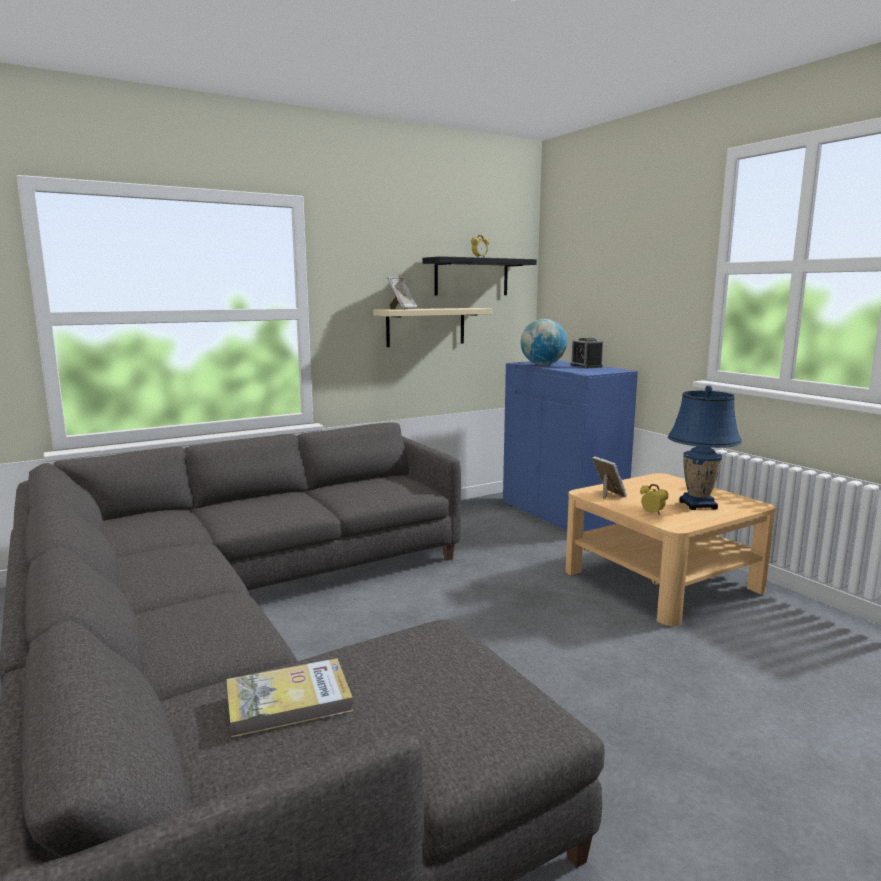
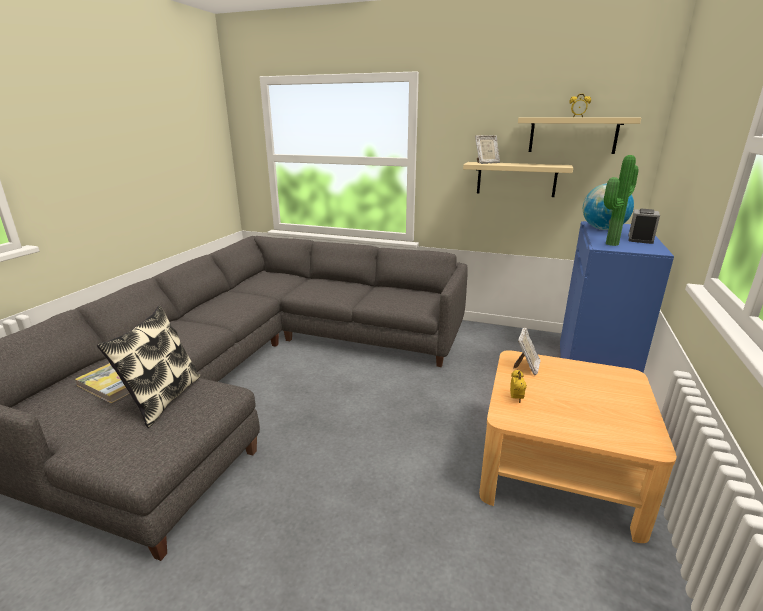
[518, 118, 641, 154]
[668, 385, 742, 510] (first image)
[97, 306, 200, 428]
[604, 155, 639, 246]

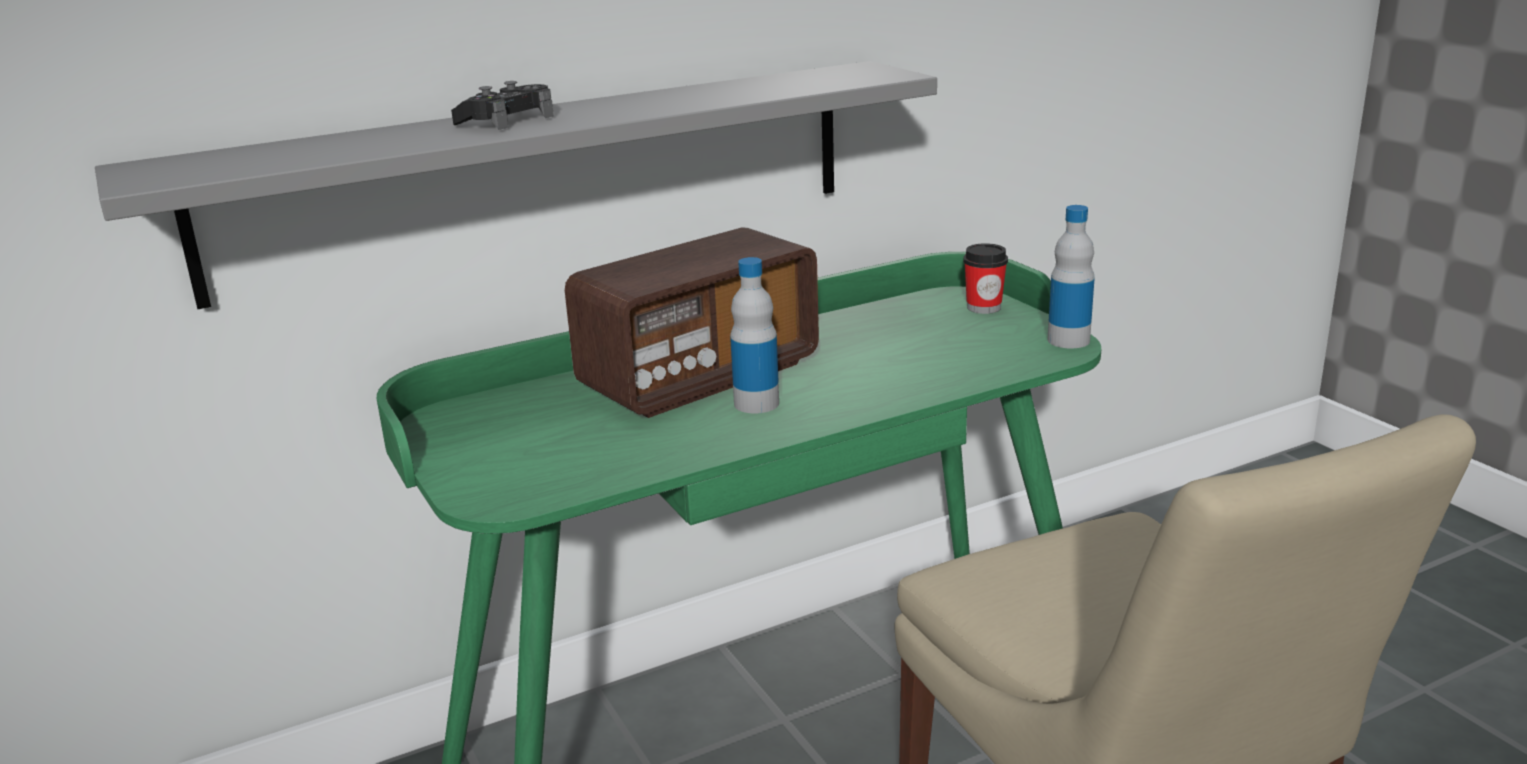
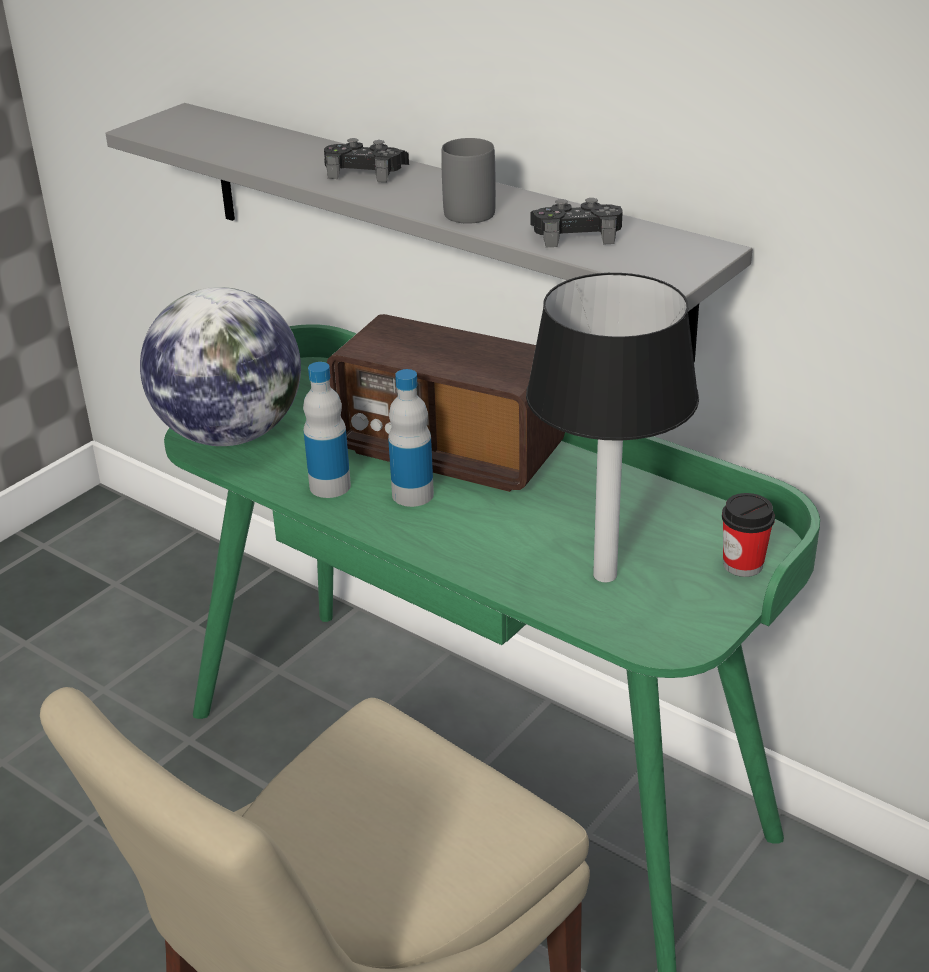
[303, 362, 351, 498]
[140, 287, 301, 446]
[441, 138, 496, 224]
[526, 273, 699, 582]
[530, 198, 623, 247]

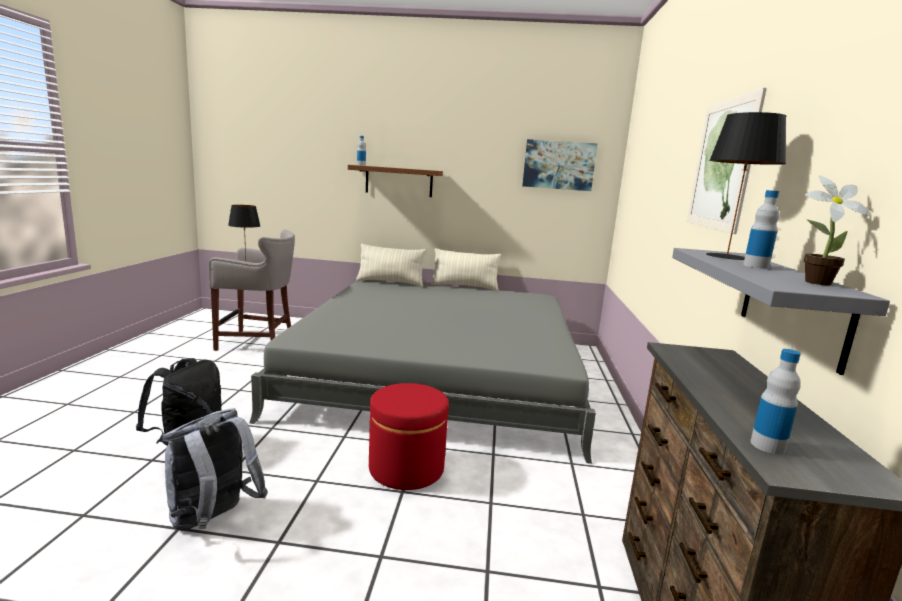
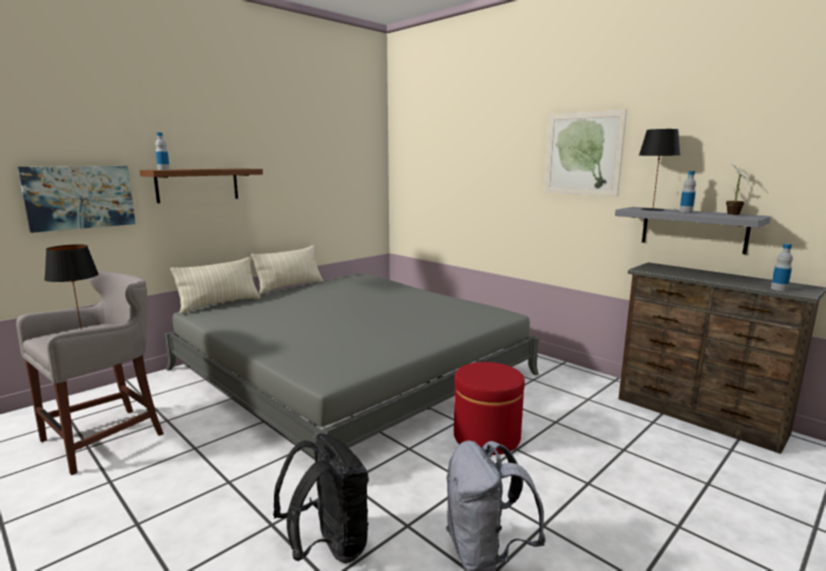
[18, 166, 136, 233]

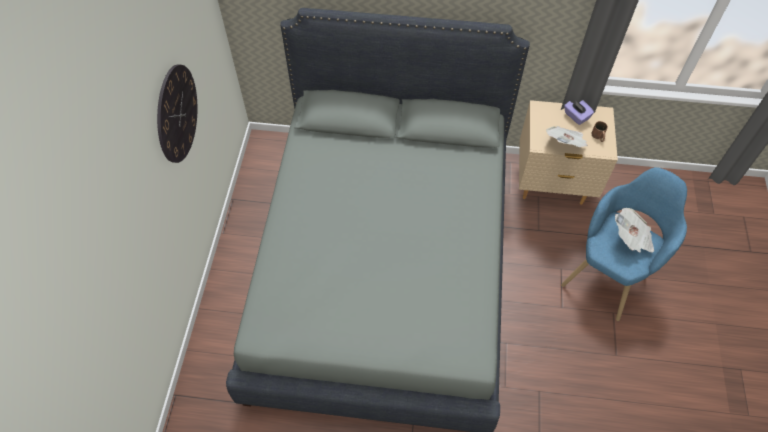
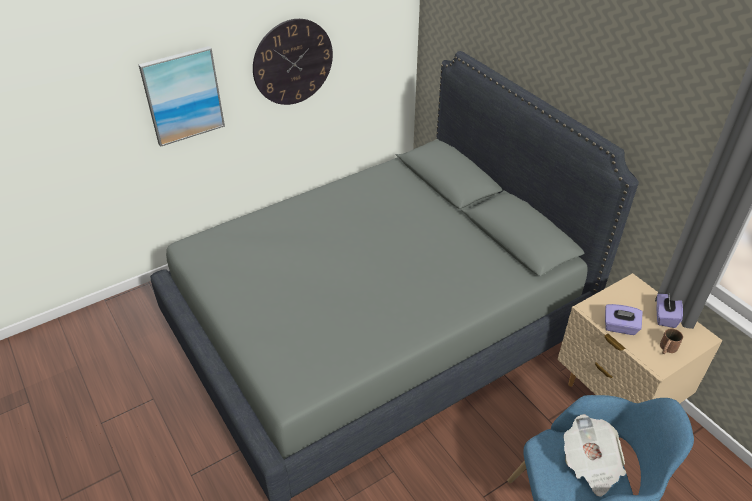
[605, 304, 643, 335]
[138, 46, 225, 147]

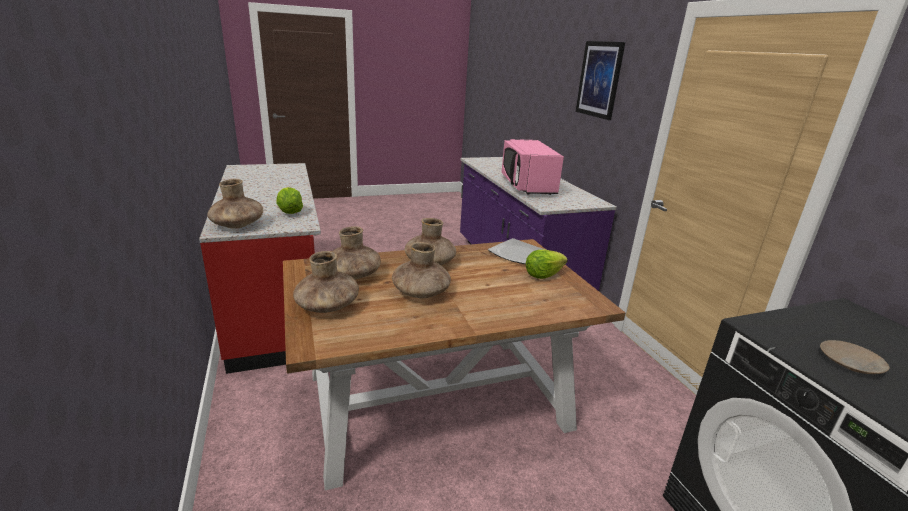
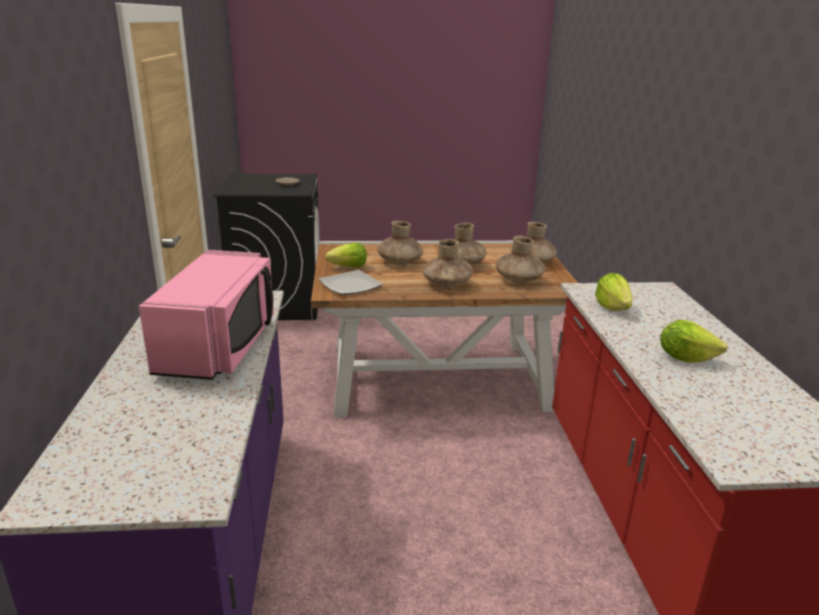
[377, 221, 423, 265]
[575, 41, 625, 120] (first image)
[660, 320, 728, 363]

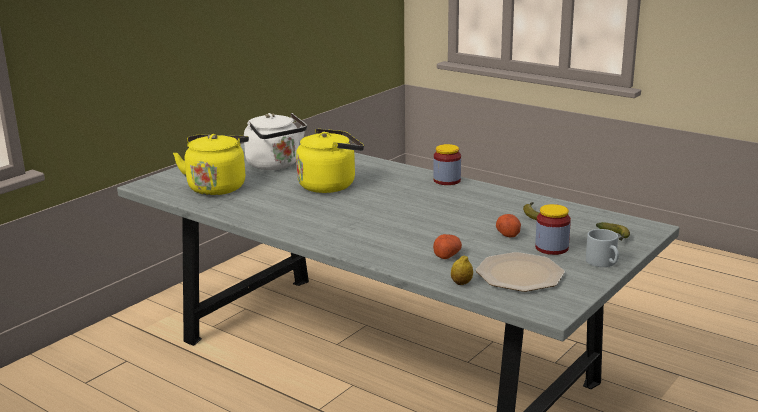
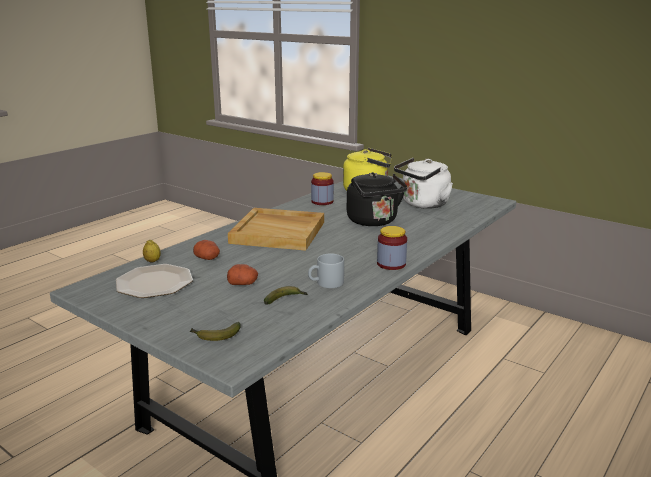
[347, 172, 407, 226]
[311, 172, 334, 205]
[308, 254, 344, 288]
[228, 208, 324, 251]

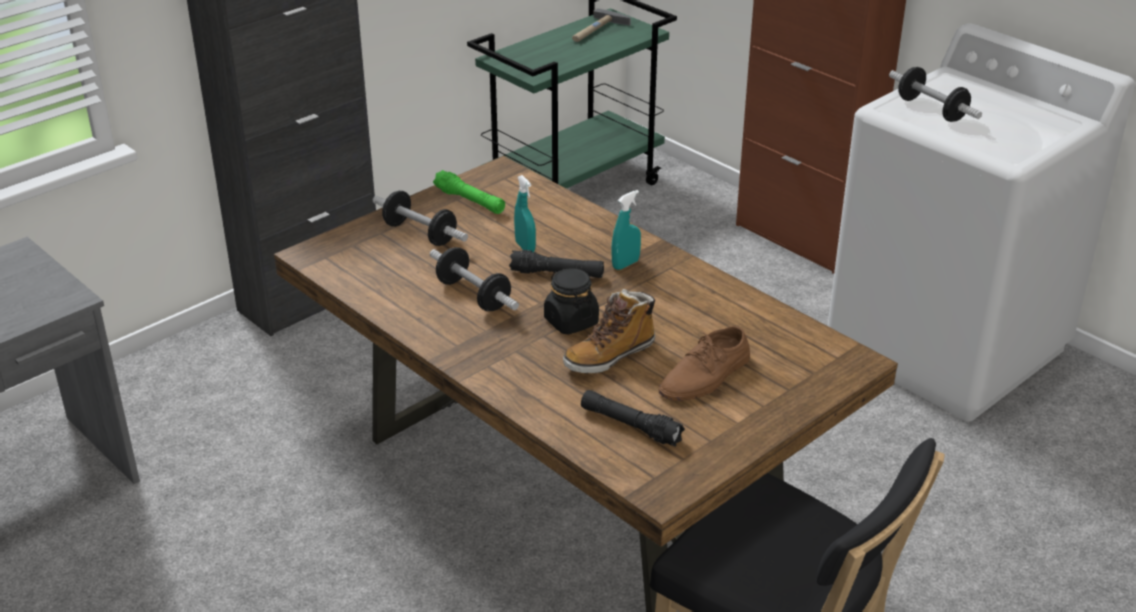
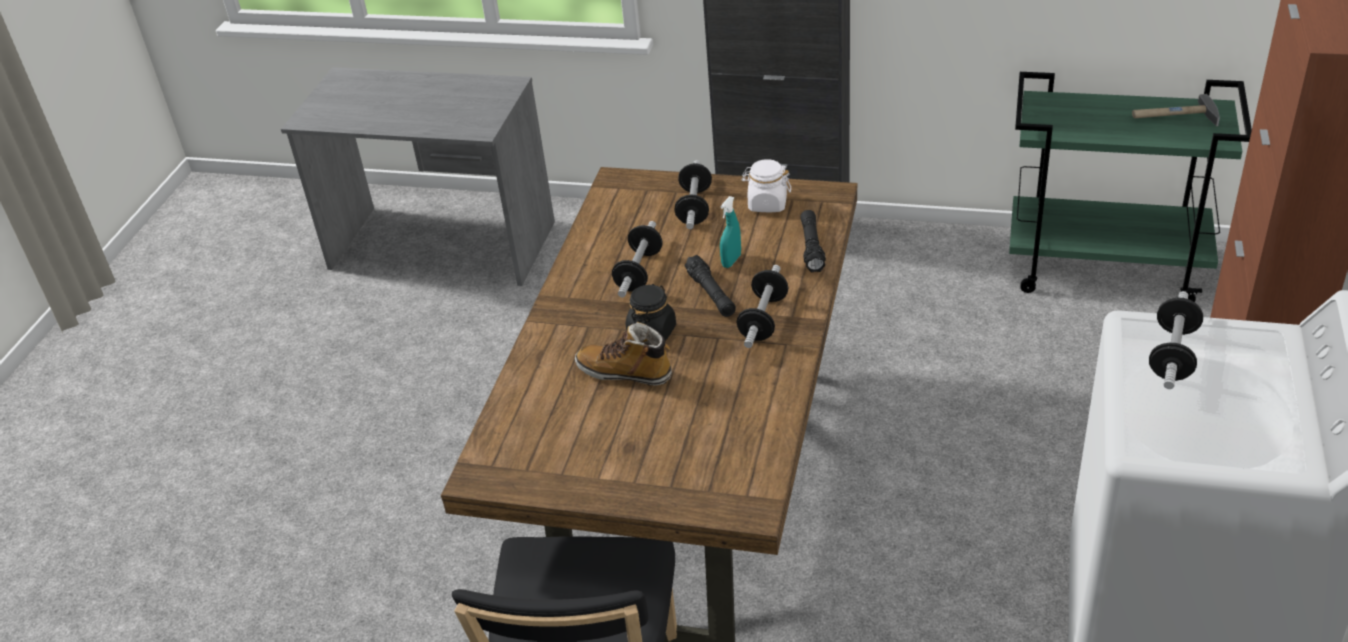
[741, 159, 791, 212]
[800, 210, 826, 273]
[737, 265, 789, 348]
[658, 326, 750, 401] (first image)

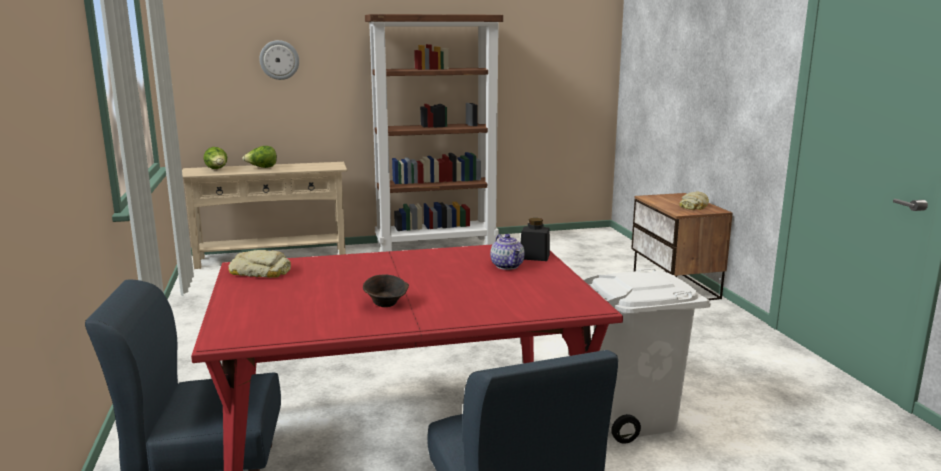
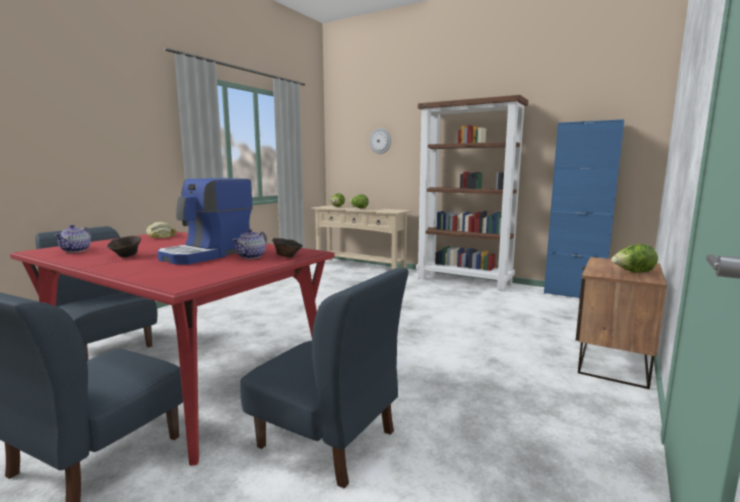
[272, 238, 303, 258]
[240, 268, 408, 489]
[611, 244, 658, 273]
[55, 225, 91, 253]
[157, 178, 253, 265]
[544, 119, 624, 298]

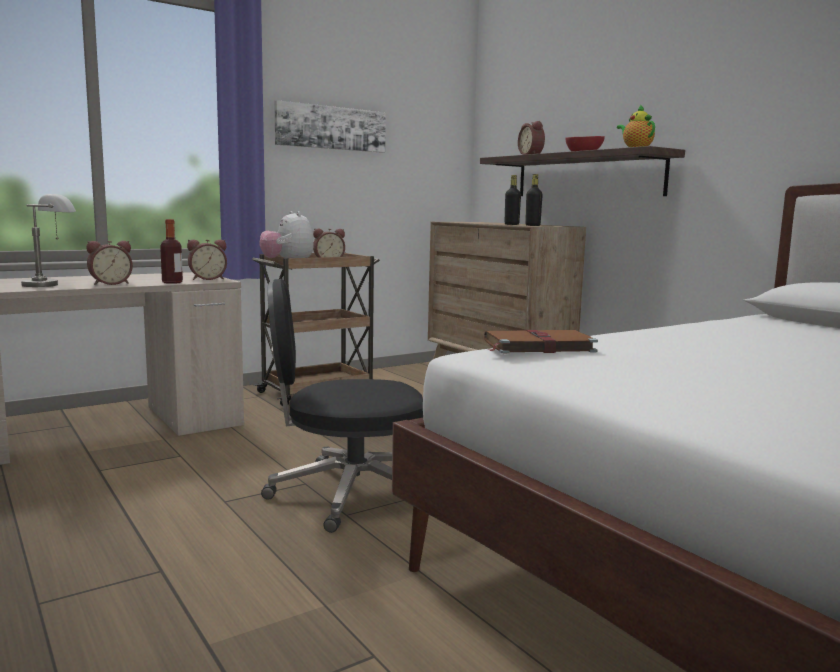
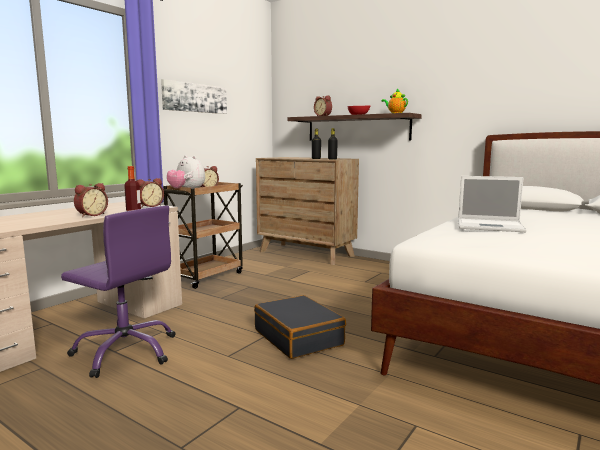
[21, 194, 76, 287] (first image)
[254, 295, 346, 359]
[484, 330, 598, 354] (first image)
[61, 206, 176, 378]
[458, 176, 526, 232]

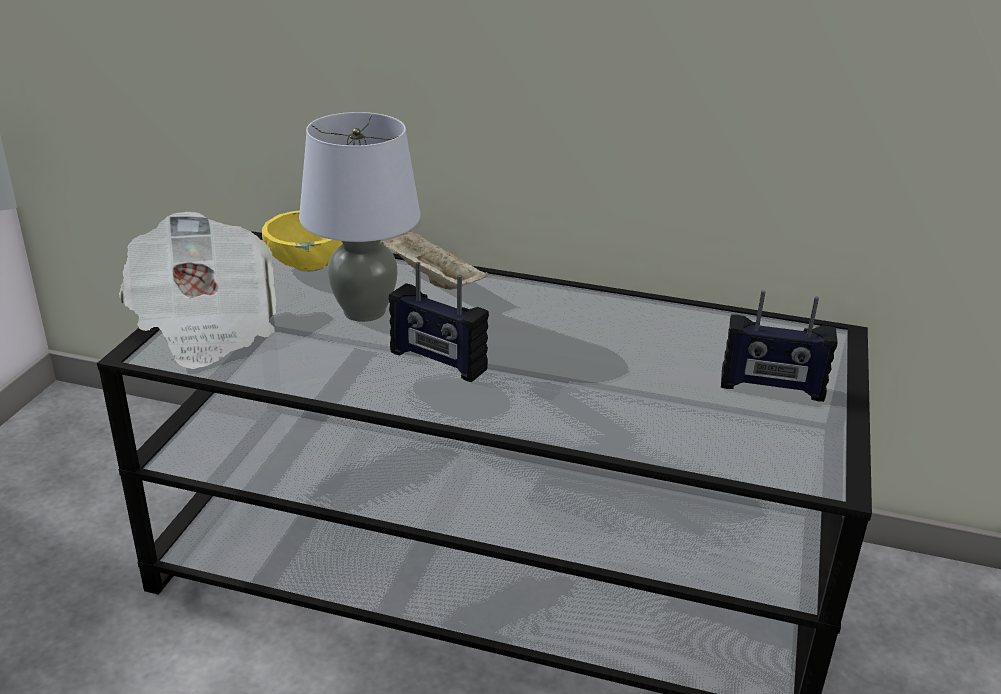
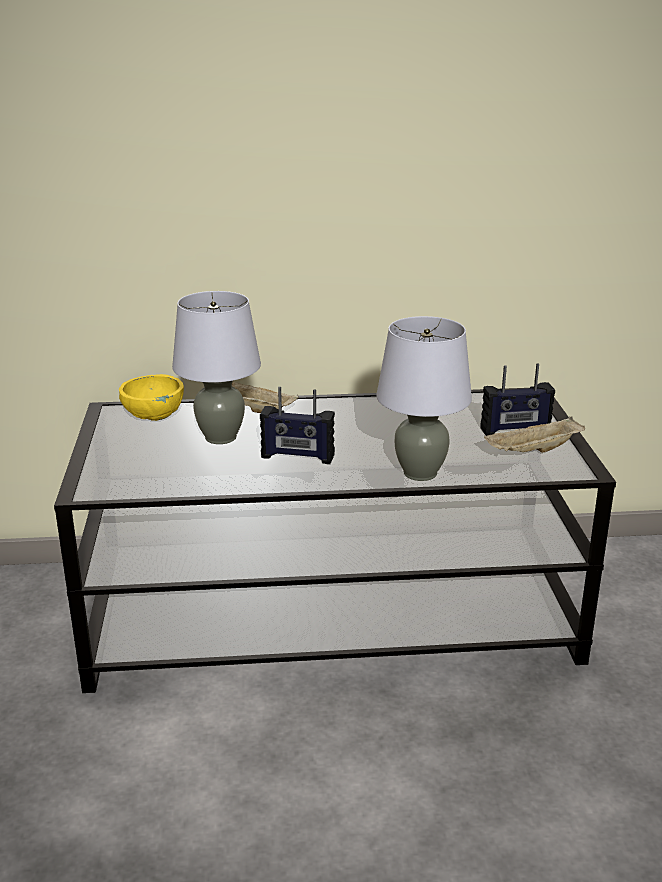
[119, 212, 276, 369] (first image)
[376, 316, 472, 481]
[484, 416, 585, 453]

